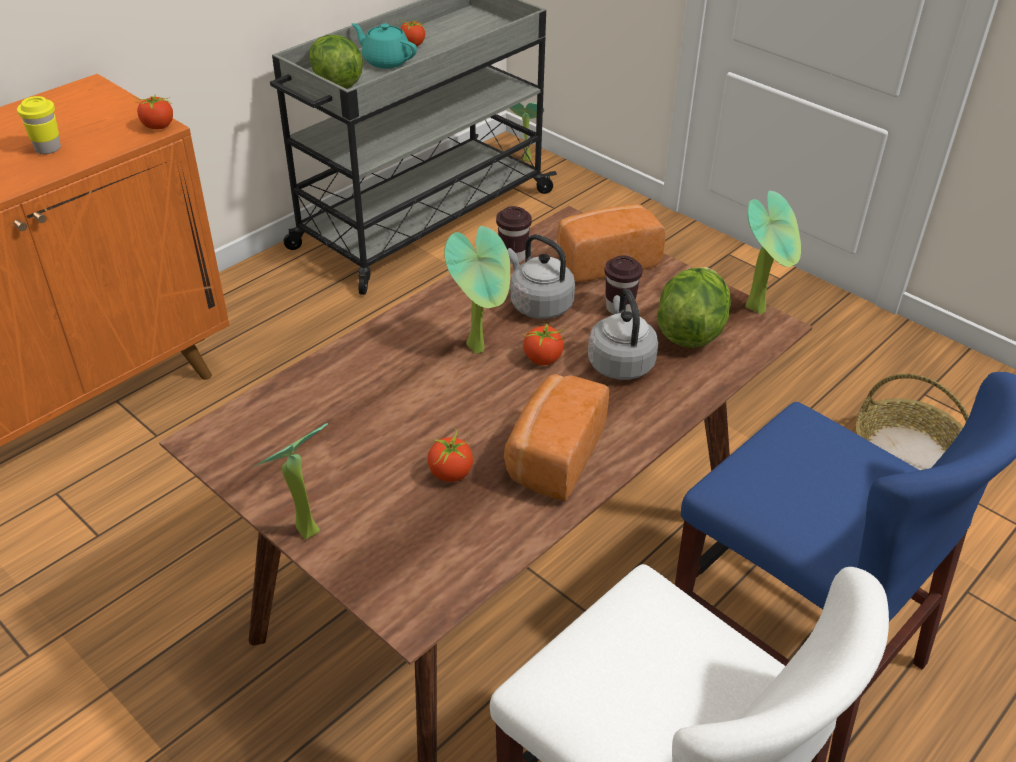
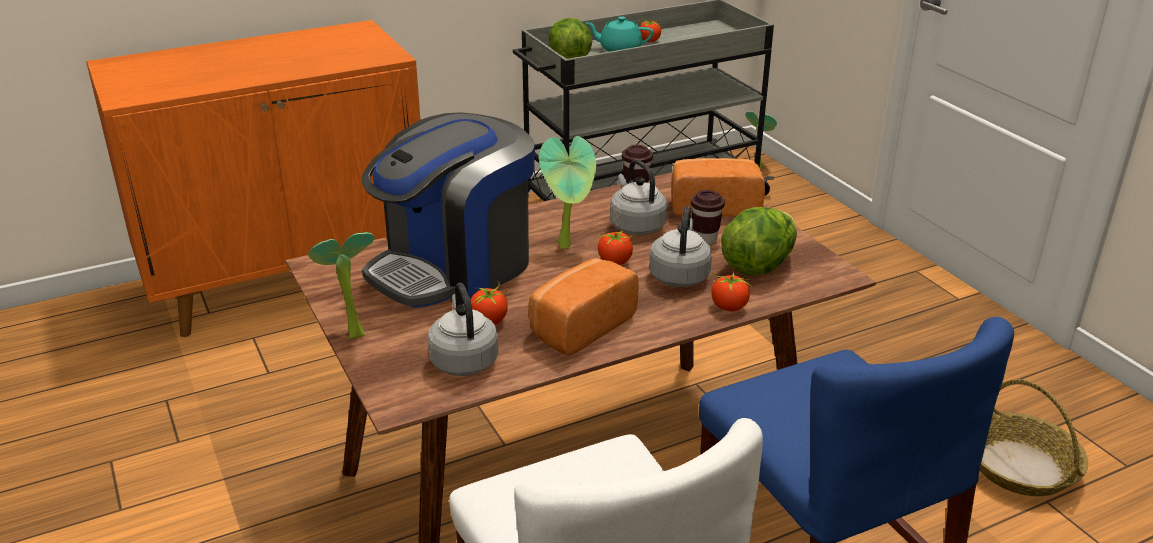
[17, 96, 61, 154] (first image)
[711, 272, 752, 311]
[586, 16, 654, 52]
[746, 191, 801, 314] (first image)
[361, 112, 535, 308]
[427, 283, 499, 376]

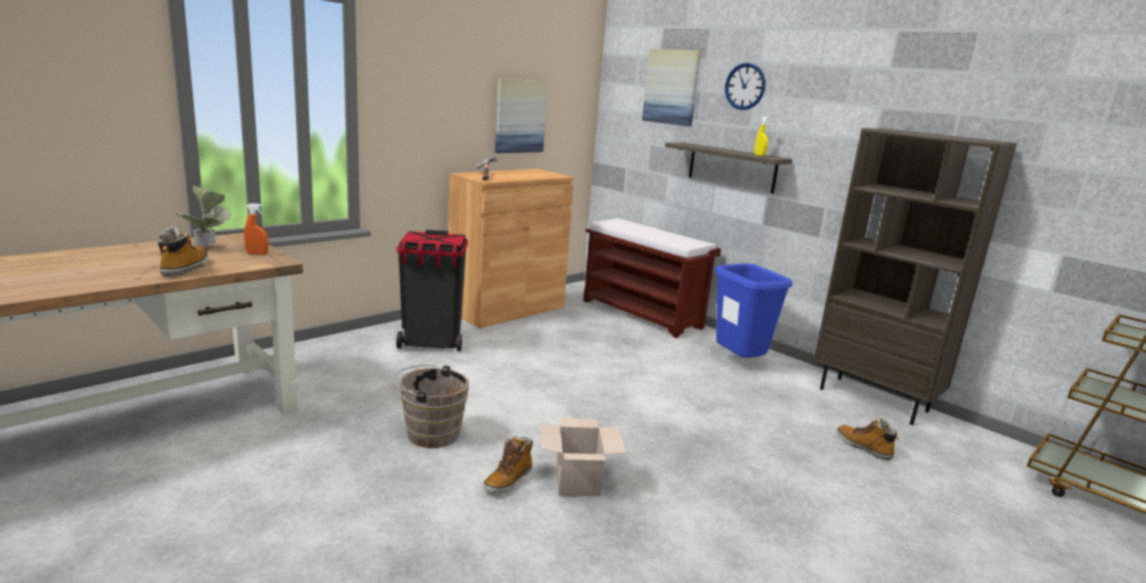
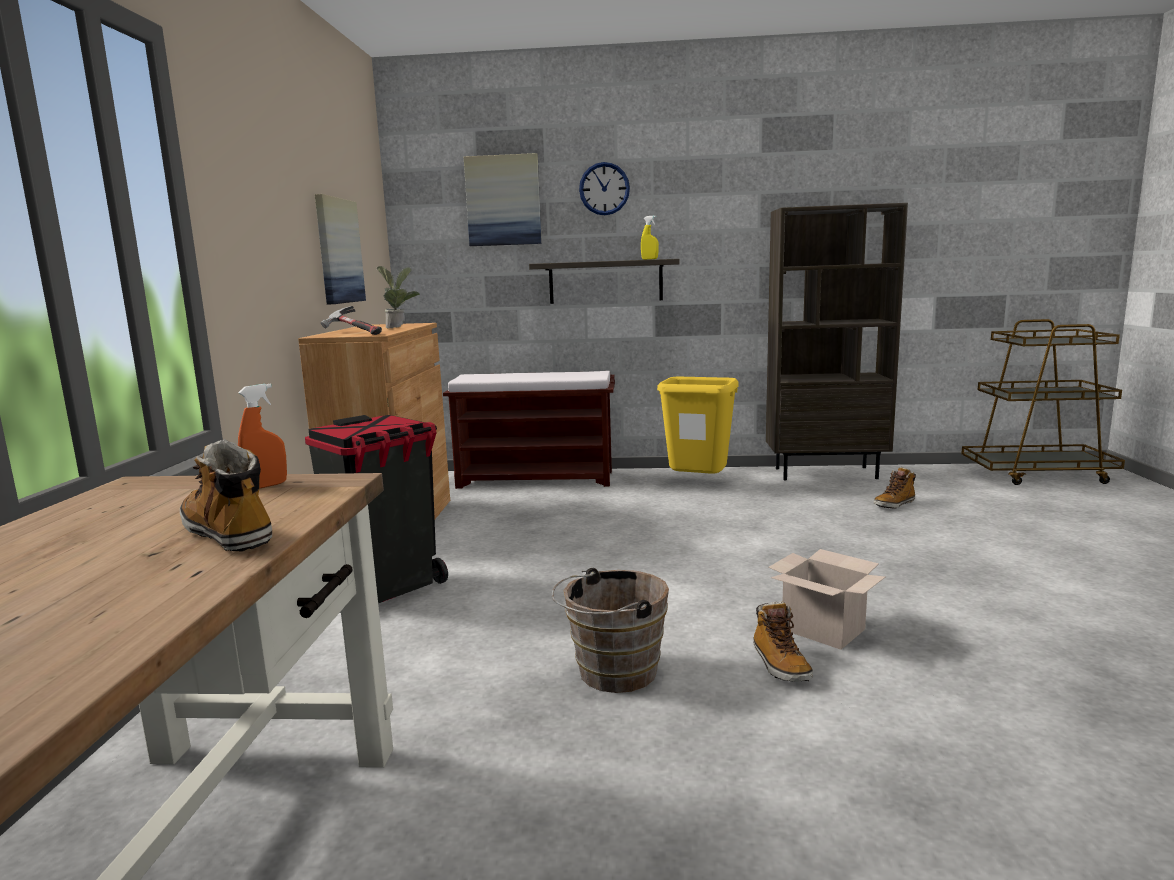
[377, 266, 420, 328]
[657, 377, 738, 474]
[874, 467, 916, 509]

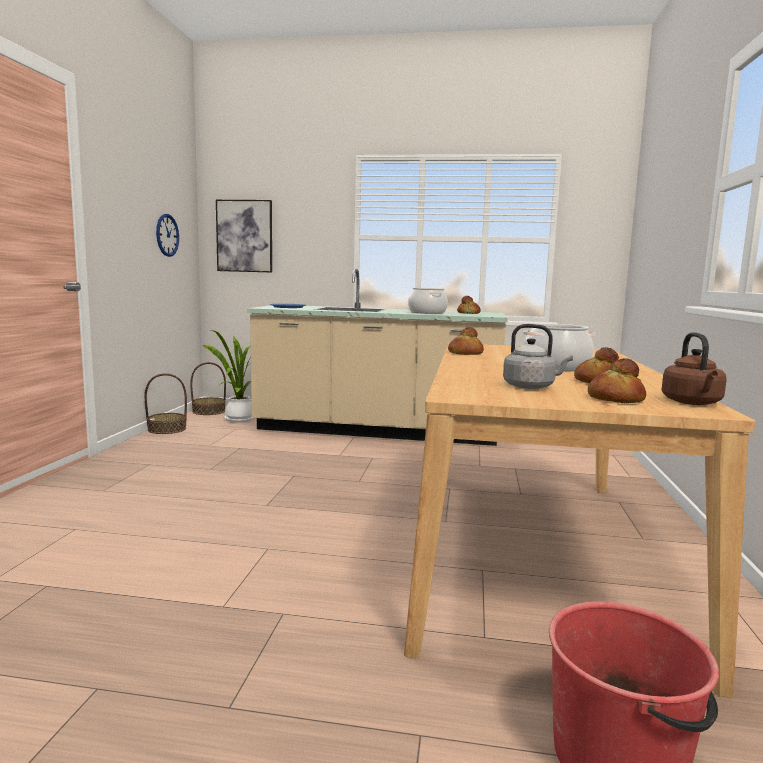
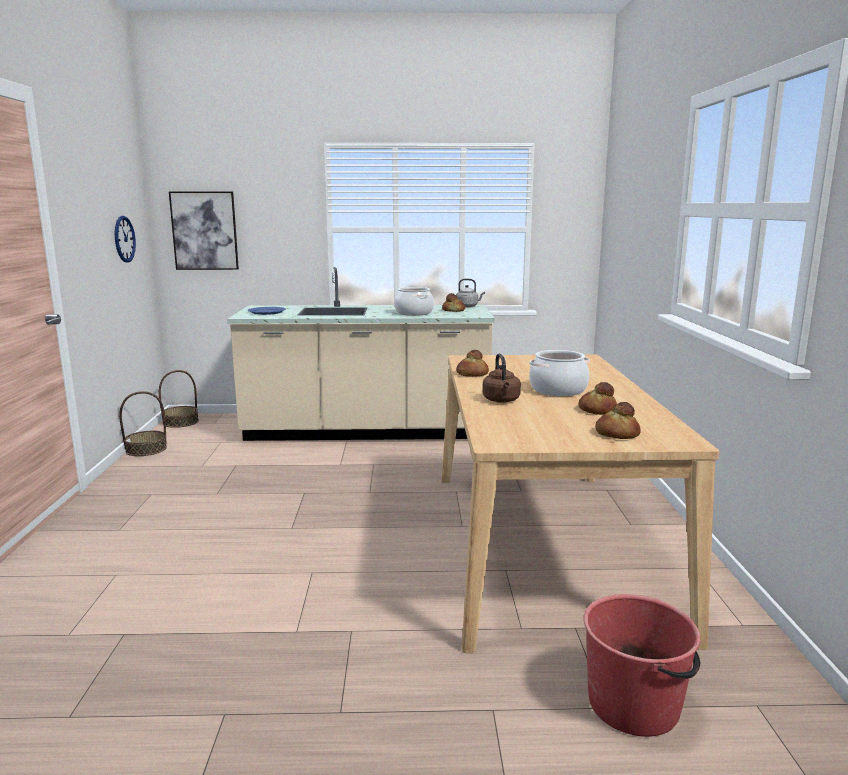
[202, 330, 254, 423] (first image)
[456, 279, 485, 307]
[483, 353, 521, 403]

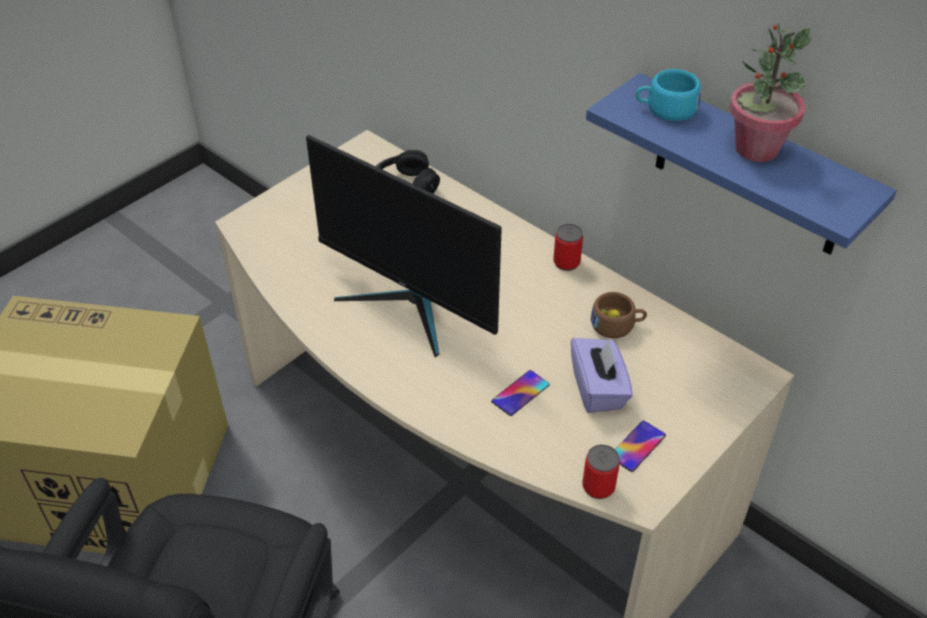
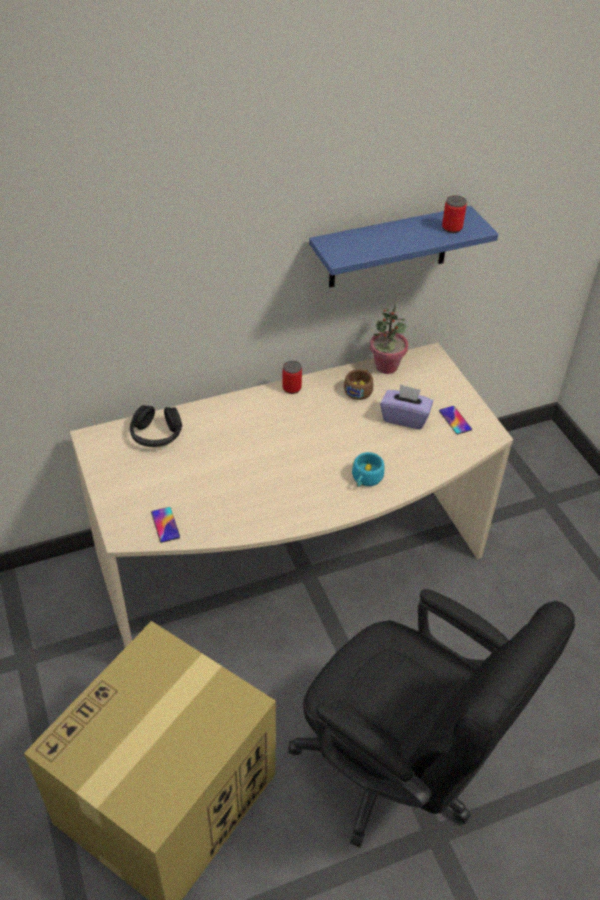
[306, 135, 502, 357] (first image)
[151, 507, 180, 543]
[442, 195, 467, 233]
[352, 452, 384, 487]
[370, 302, 408, 374]

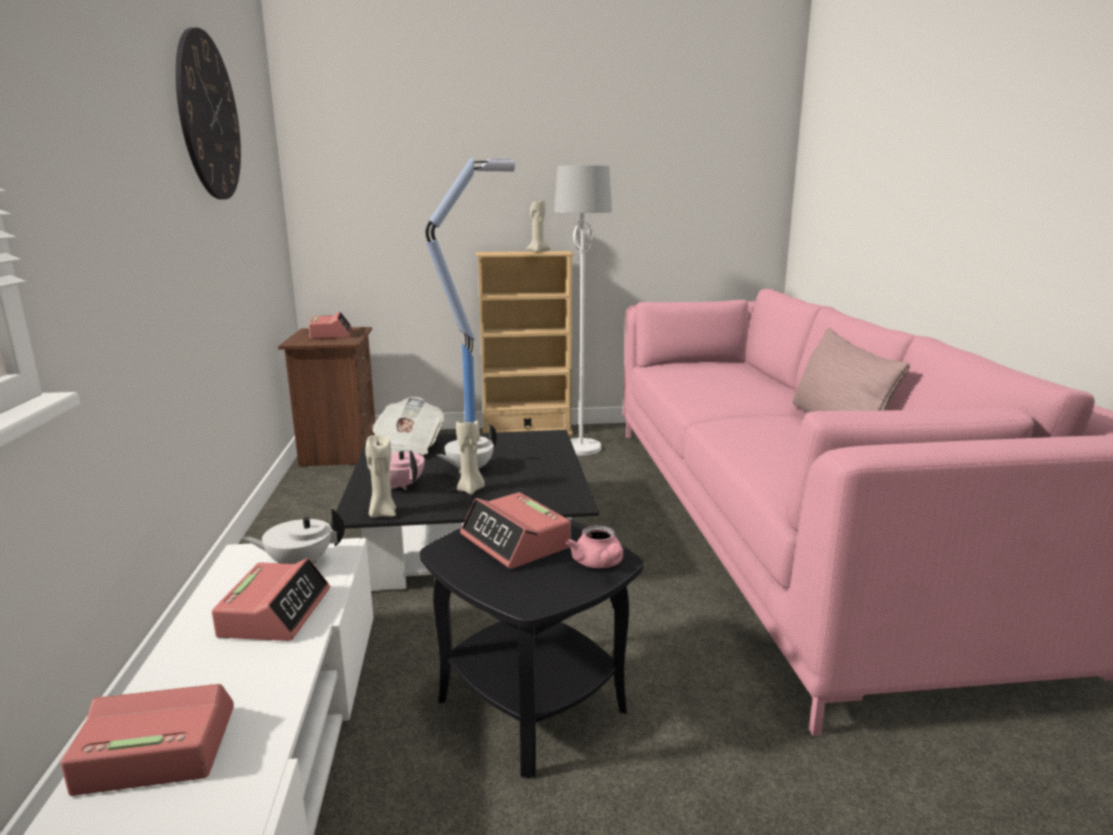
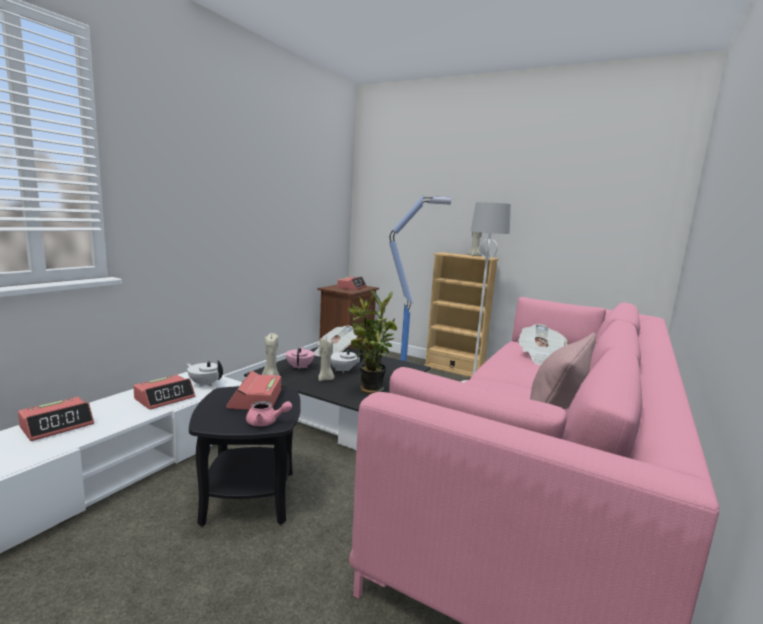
[18, 397, 94, 441]
[175, 27, 241, 199] (first image)
[246, 401, 292, 426]
[347, 289, 397, 394]
[518, 324, 567, 365]

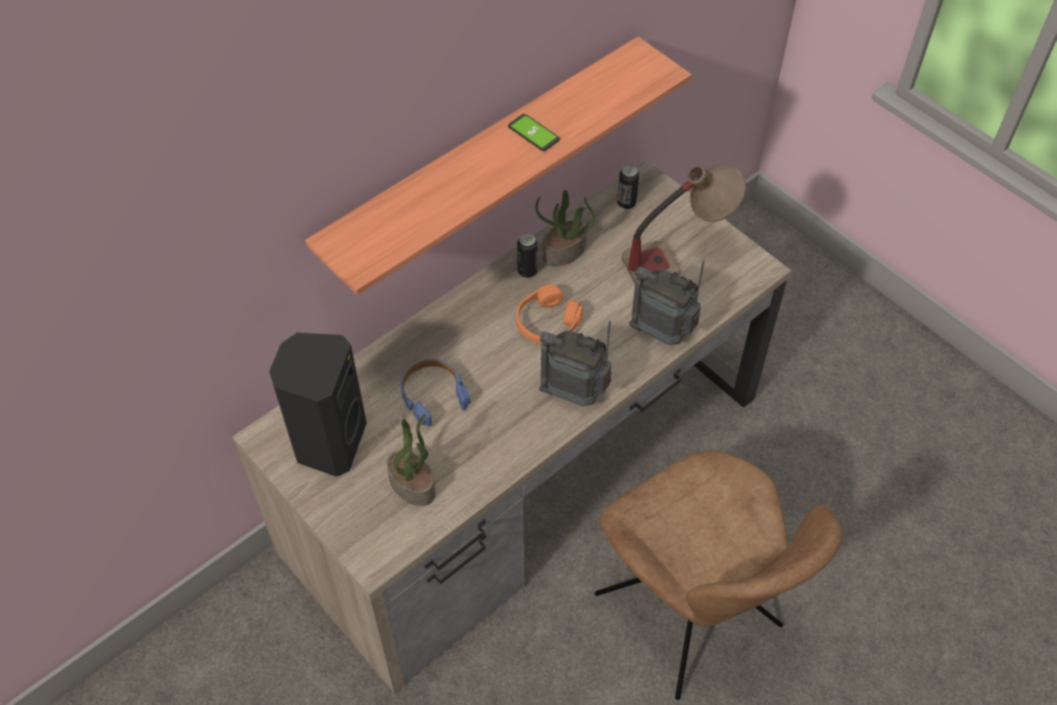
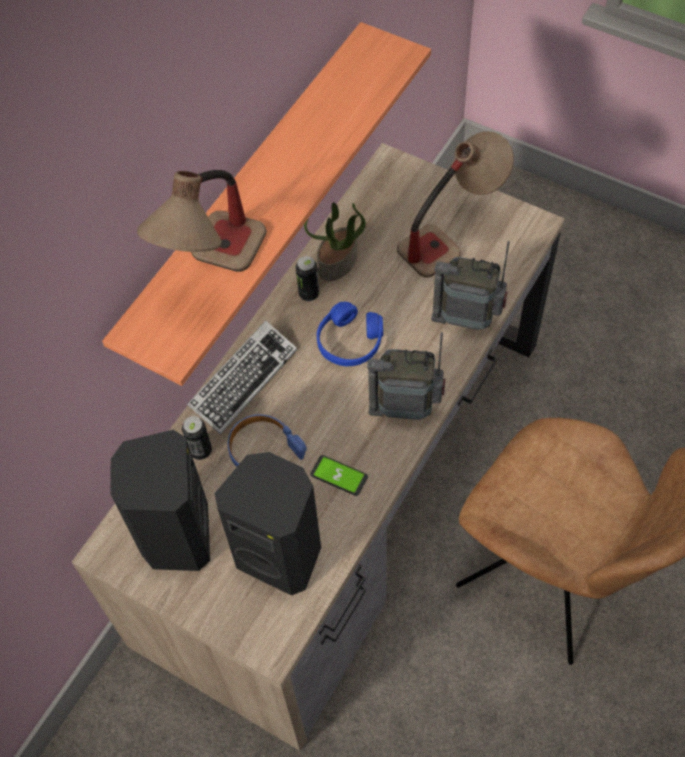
[214, 452, 321, 596]
[310, 455, 368, 496]
[317, 302, 383, 366]
[182, 416, 212, 460]
[137, 170, 266, 272]
[187, 321, 297, 434]

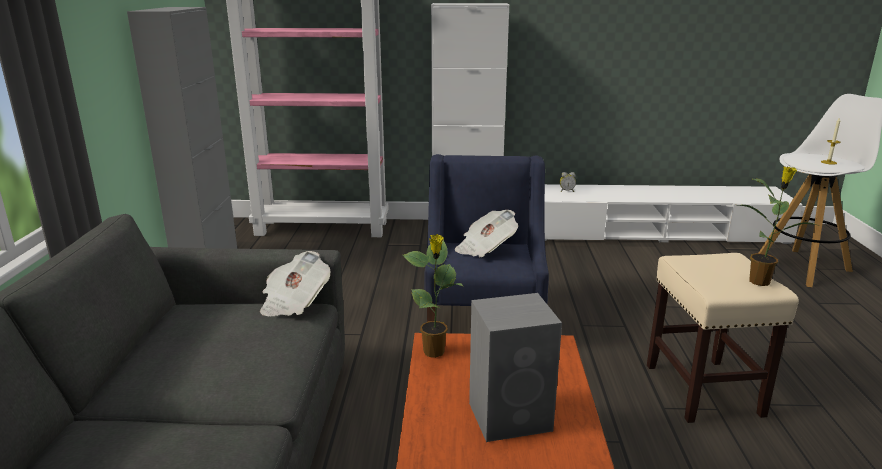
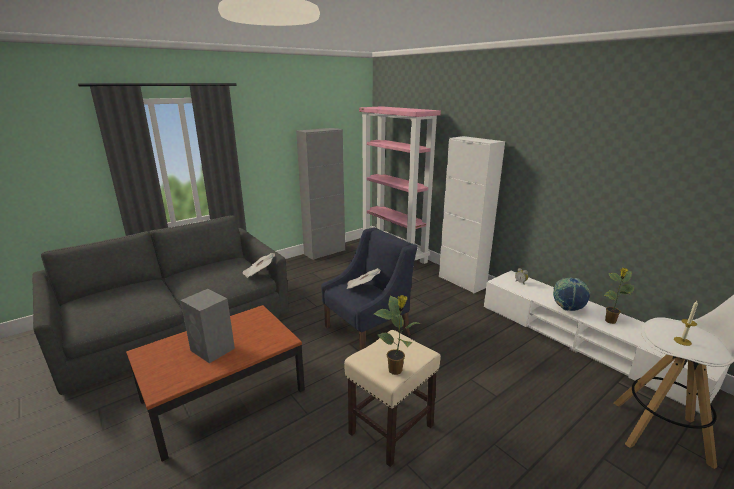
[604, 268, 634, 324]
[553, 277, 591, 311]

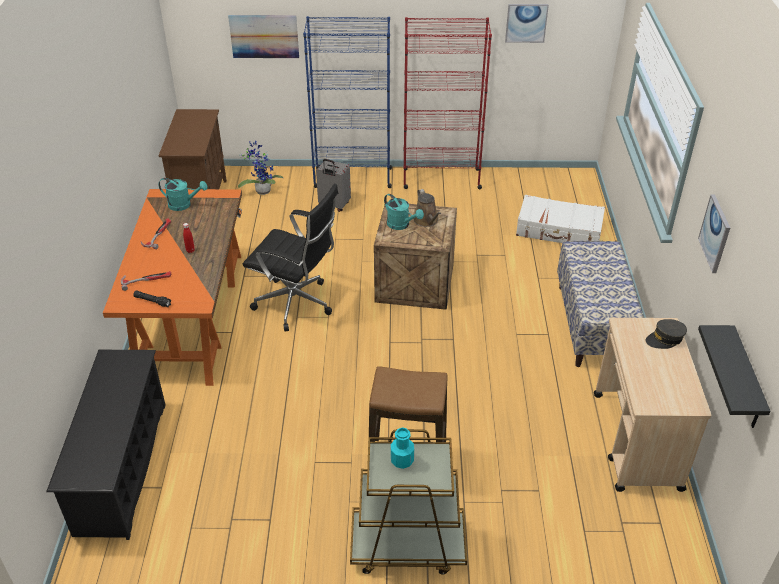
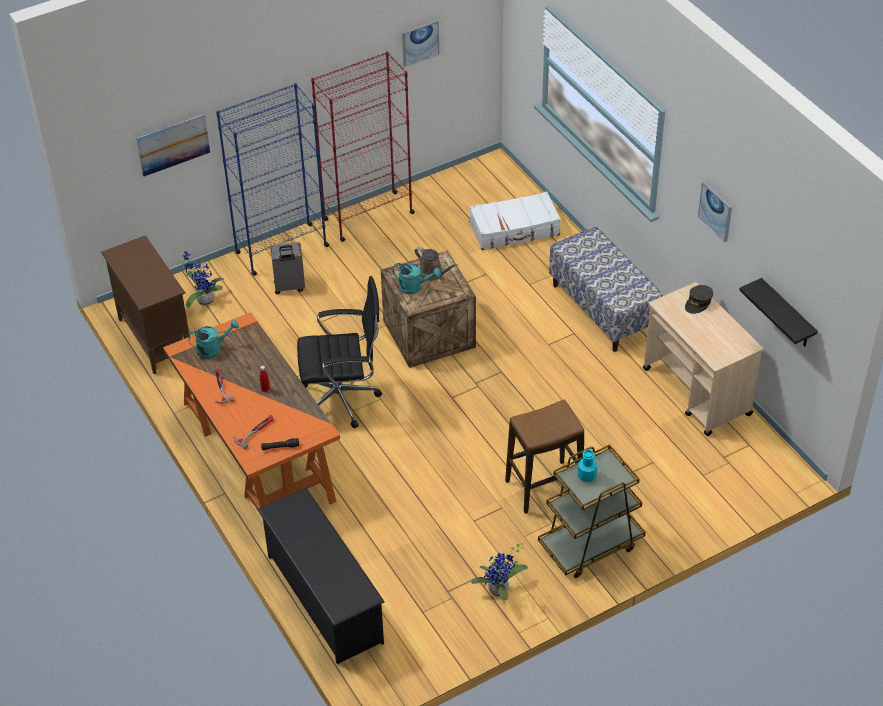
[471, 543, 528, 600]

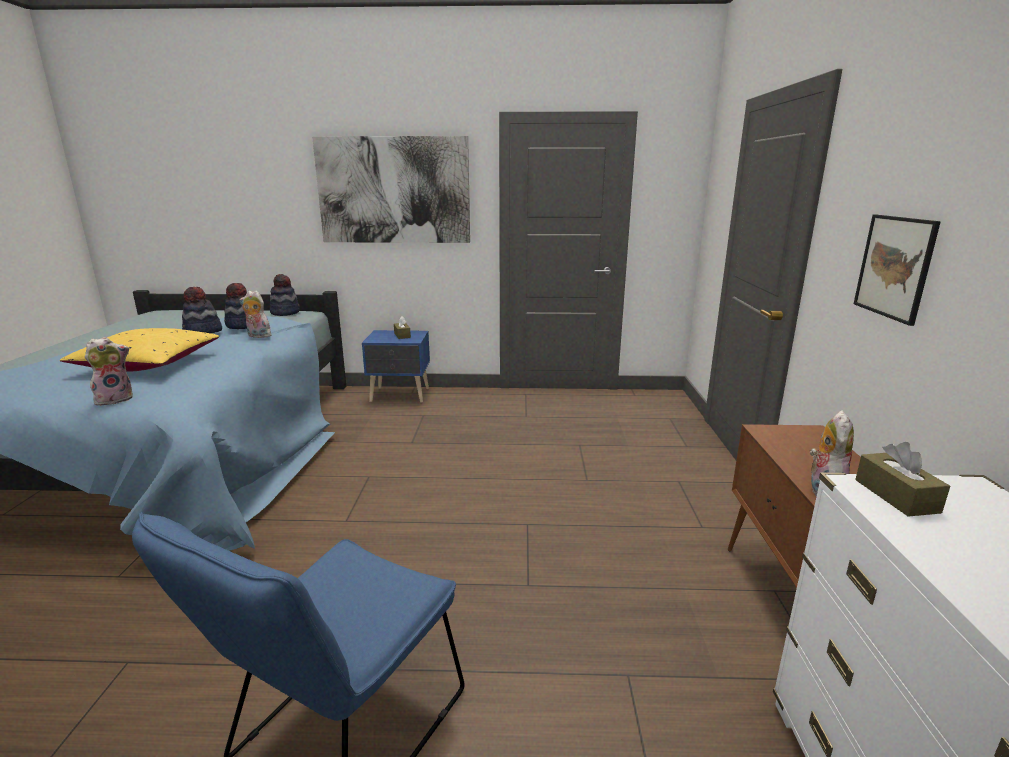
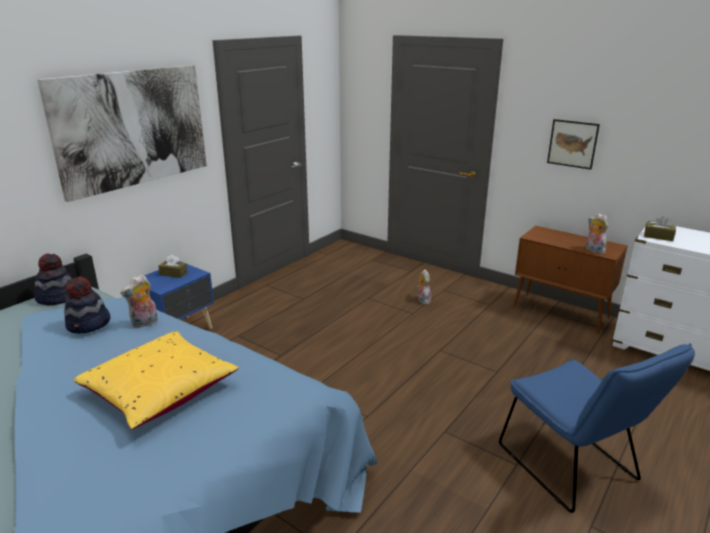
[416, 269, 431, 305]
[182, 287, 222, 333] (first image)

